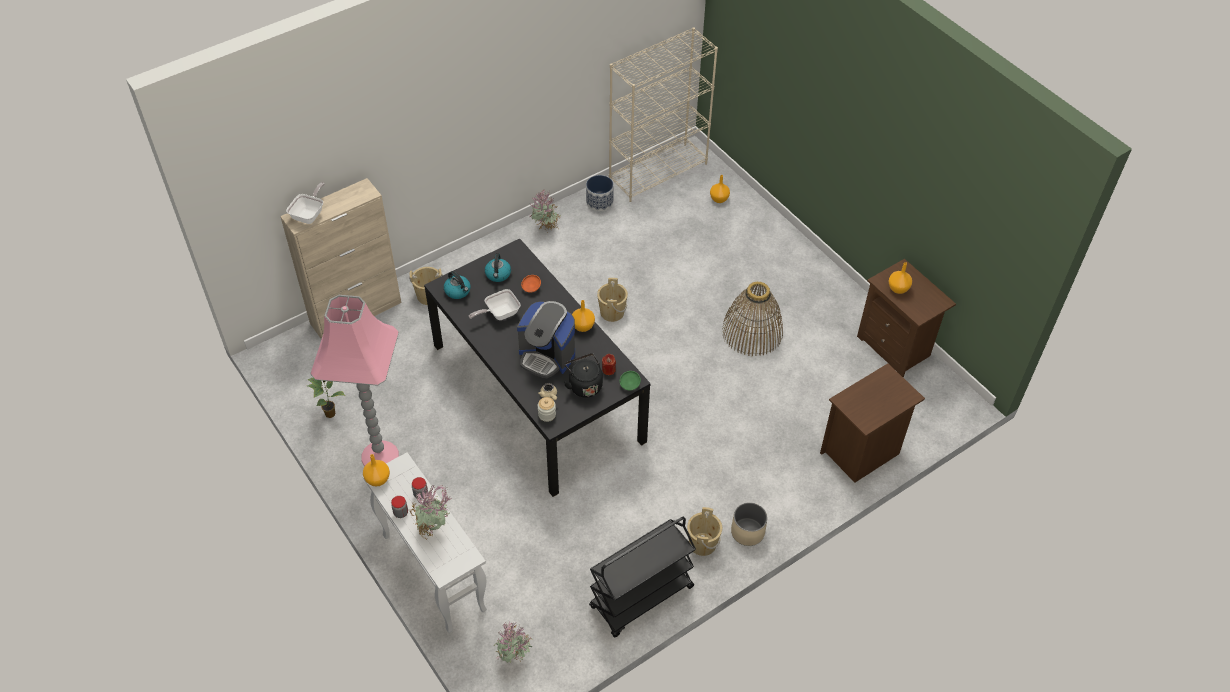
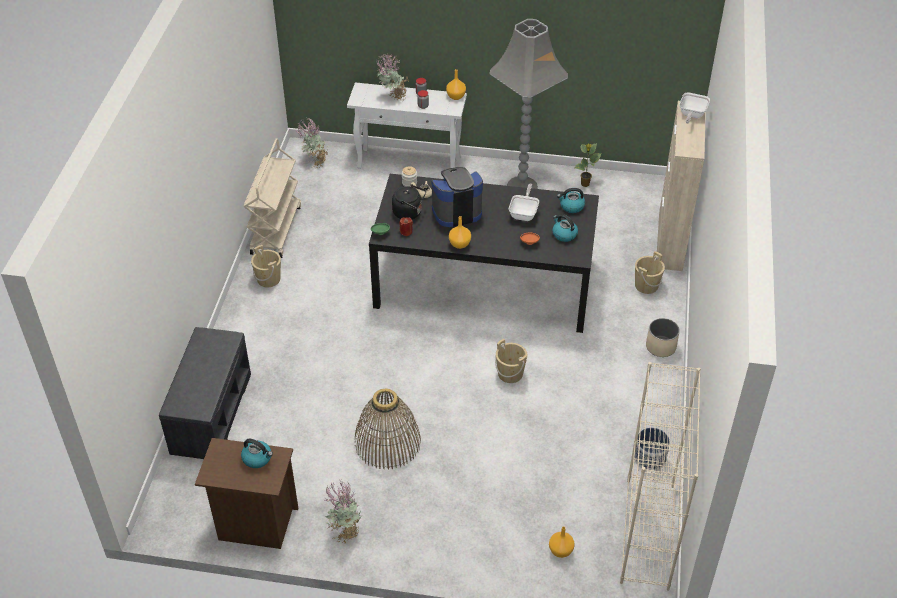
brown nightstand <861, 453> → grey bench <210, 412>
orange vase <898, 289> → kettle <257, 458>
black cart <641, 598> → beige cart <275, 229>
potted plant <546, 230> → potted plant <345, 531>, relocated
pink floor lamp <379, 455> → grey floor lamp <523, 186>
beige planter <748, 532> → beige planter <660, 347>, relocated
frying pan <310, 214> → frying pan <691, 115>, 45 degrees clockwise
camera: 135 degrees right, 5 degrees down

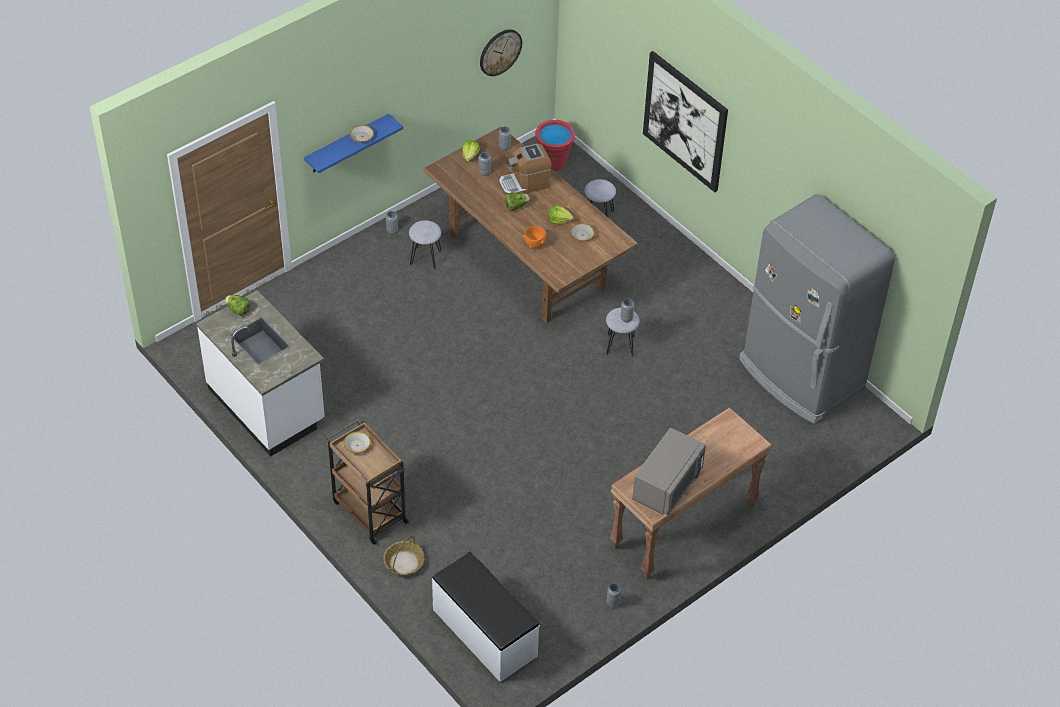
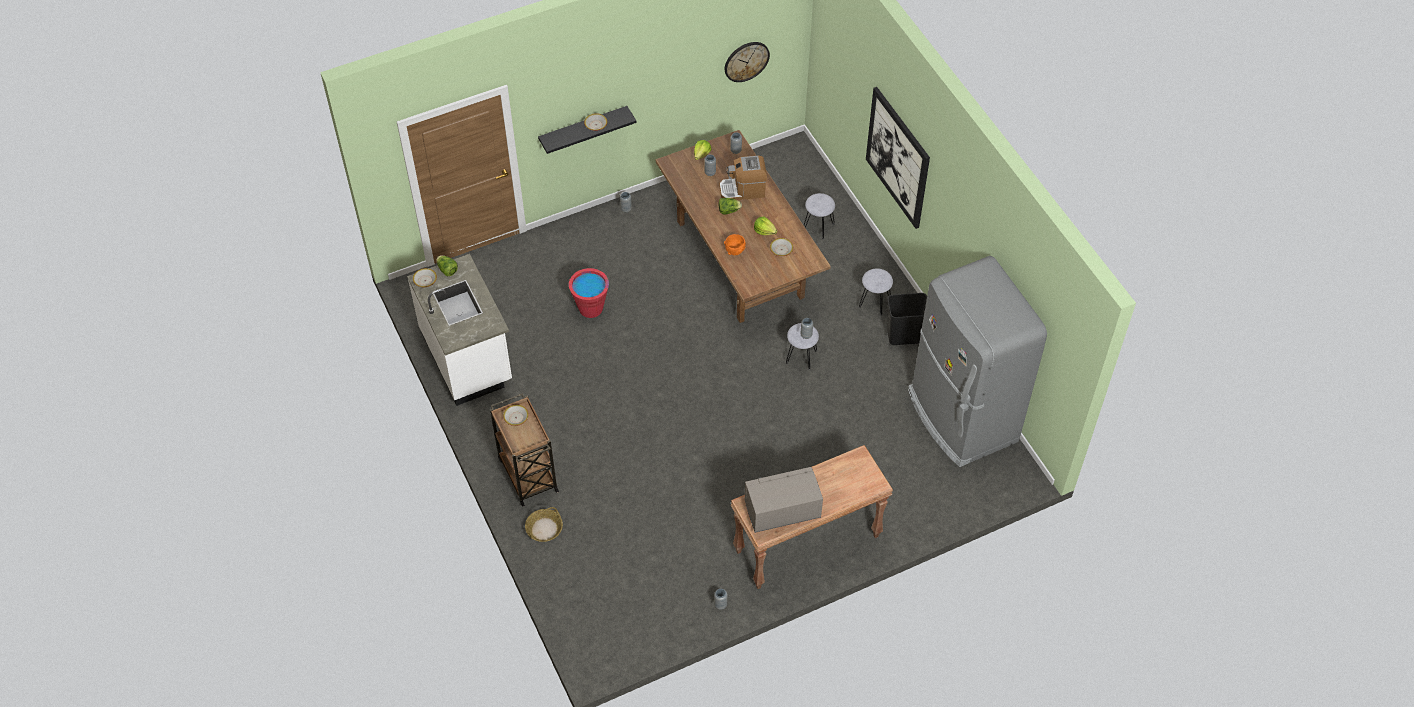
- → bowl <425, 280>
blue shelf <347, 144> → black shelf <583, 129>
red bucket <554, 162> → red bucket <591, 308>, relocated
grey microwave <667, 485> → grey microwave <782, 510>, 150 degrees counterclockwise
grey stool <425, 258> → grey stool <874, 302>, relocated
- → black trash can <903, 337>
white bench <484, 633> → -
camera: 15 degrees right, 5 degrees up

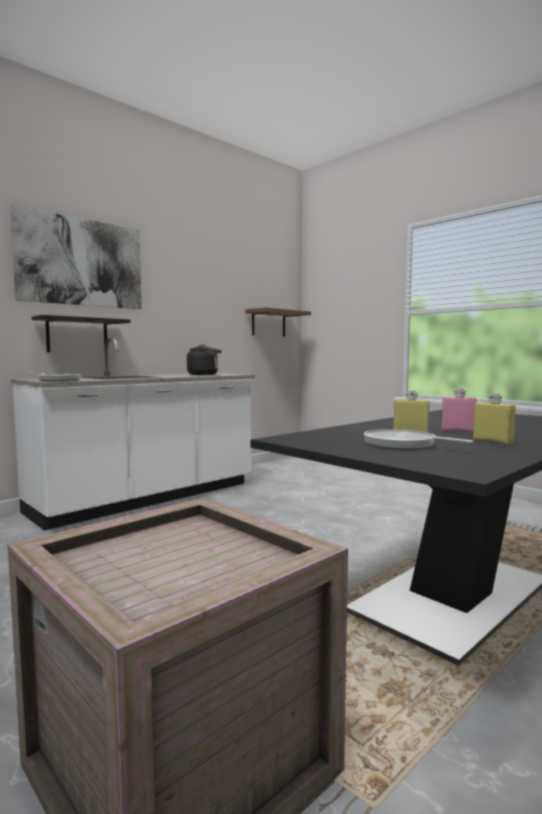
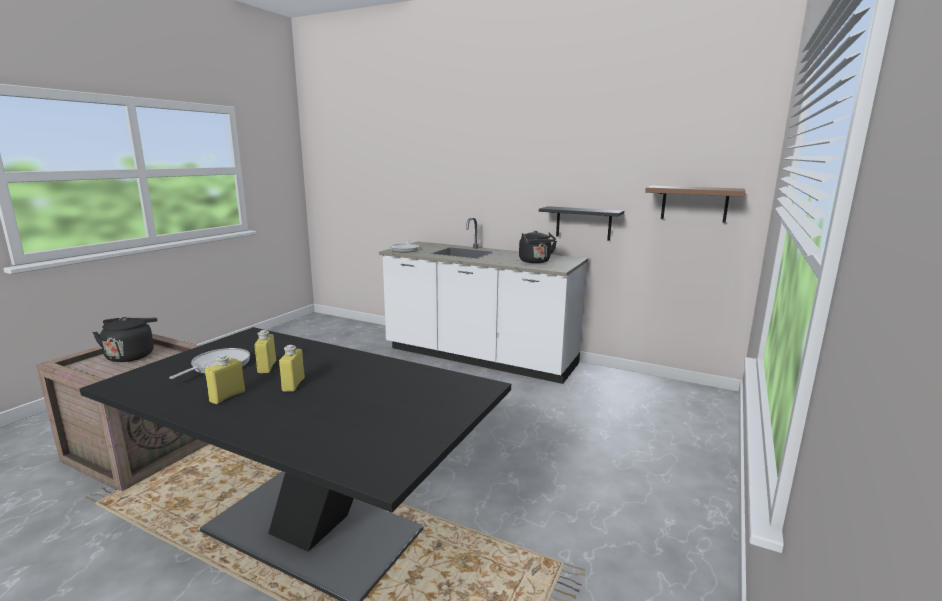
- → black kettle <131, 355>
pink bottle <458, 430> → yellow bottle <293, 384>
black shelf <77, 335> → black shelf <583, 223>, relocated
picture <81, 262> → -
camera: 70 degrees right, 10 degrees up

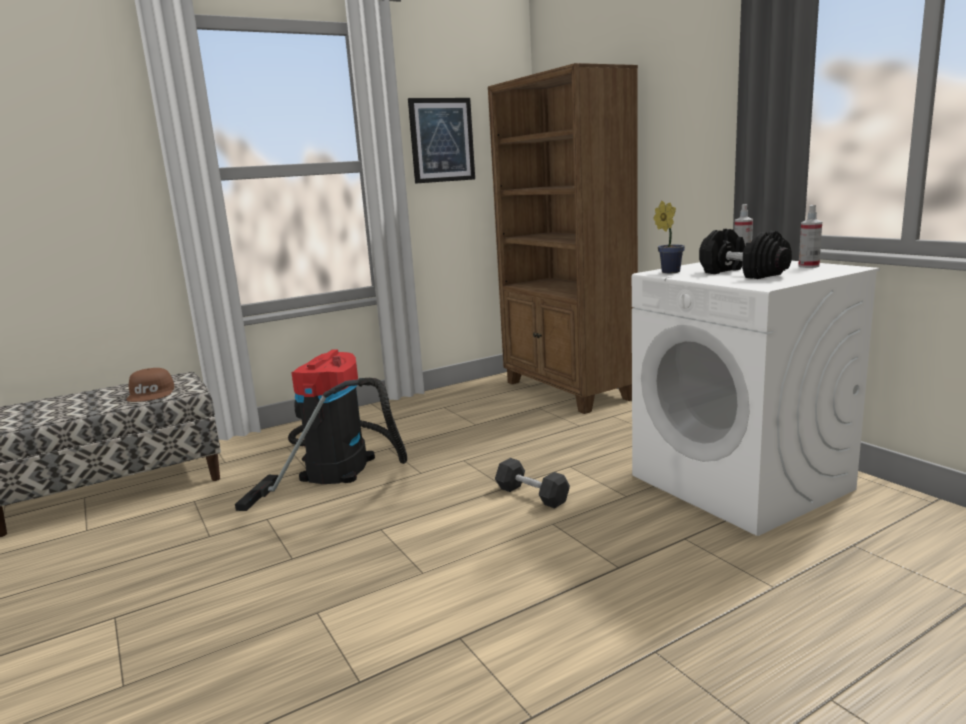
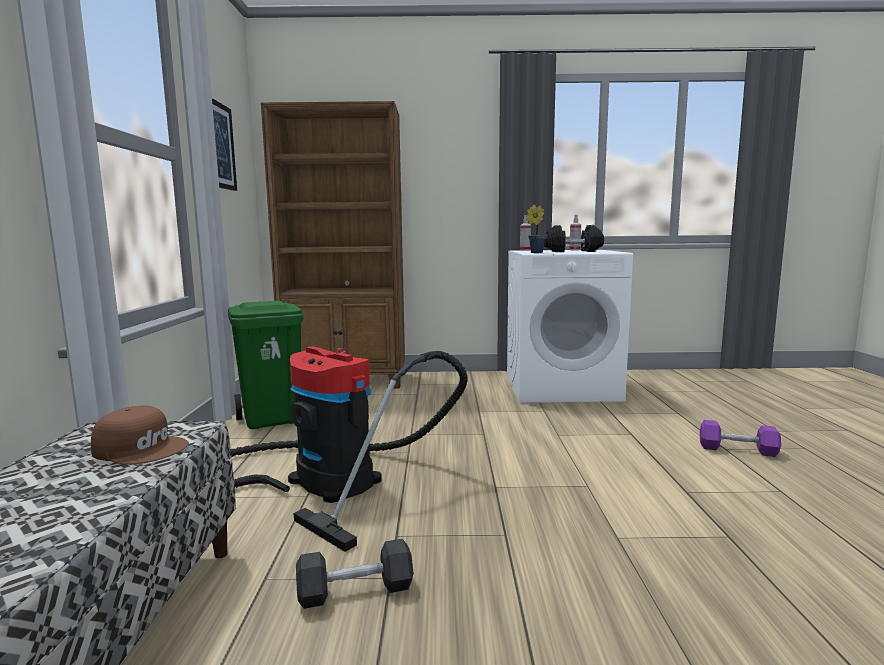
- → green trash can <273, 419>
black dumbbell <532, 495> → black dumbbell <355, 591>, relocated
- → purple dumbbell <737, 450>
camera: 60 degrees left, 5 degrees down

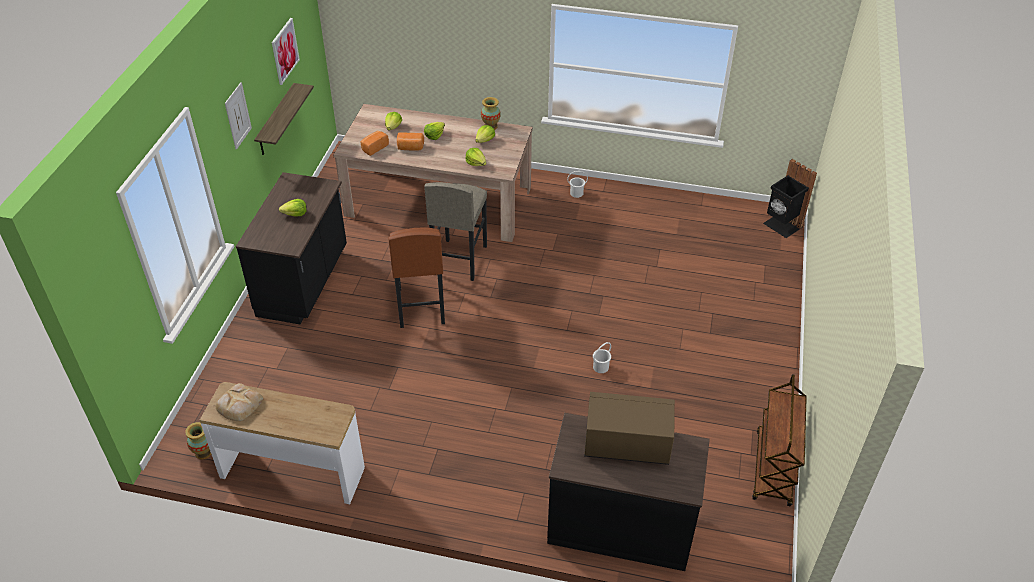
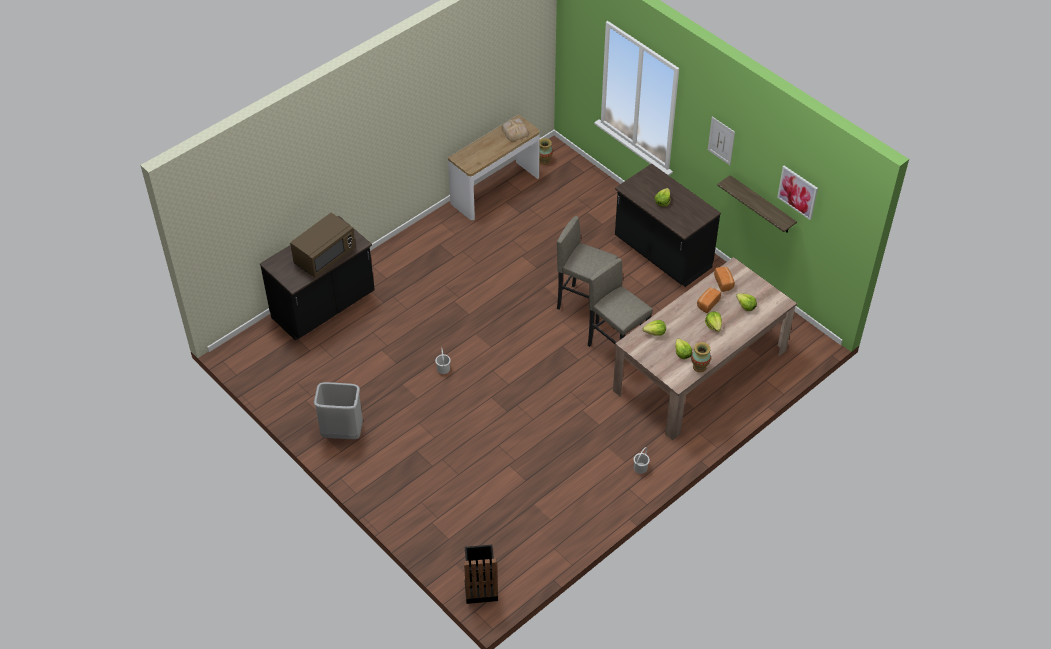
- → grey trash can <342, 432>
brown stool <420, 306> → grey stool <585, 304>
brown cart <773, 469> → -
camera: 125 degrees right, 5 degrees up

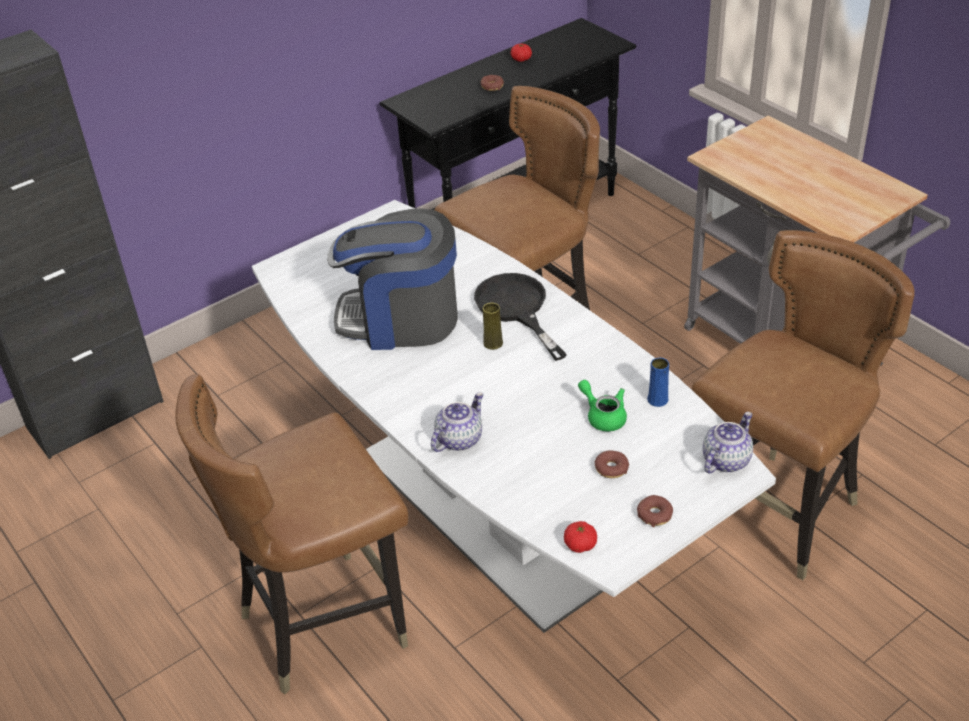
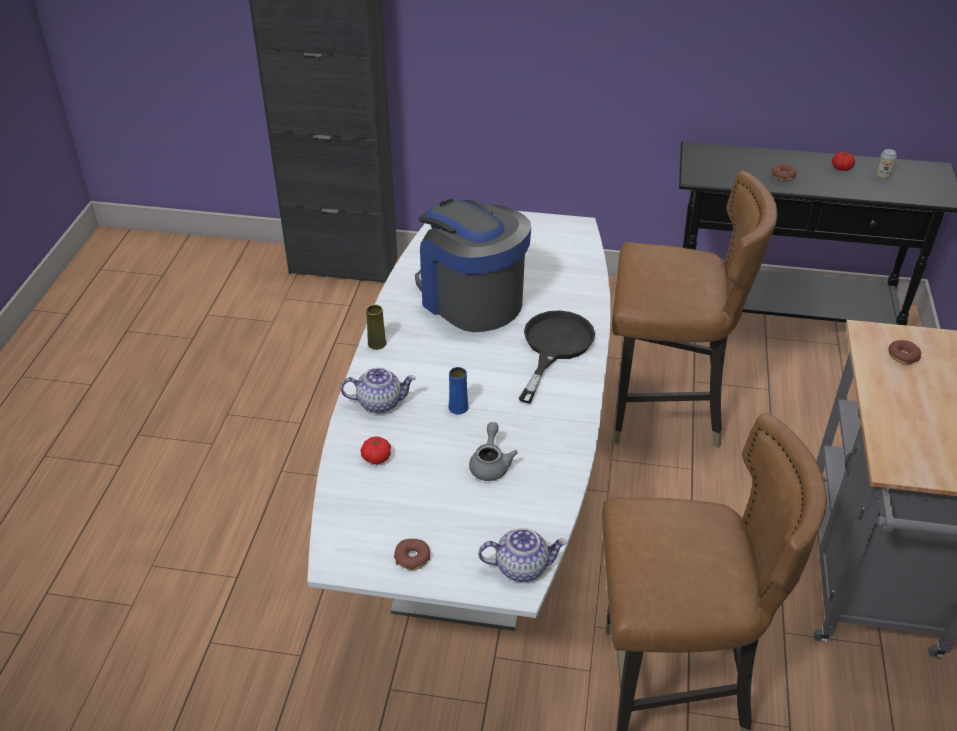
tomato <580, 545> → tomato <376, 458>, relocated
yellow vase <493, 343> → yellow vase <377, 343>, relocated
blue vase <657, 399> → blue vase <458, 407>, relocated
green teapot <603, 416> → grey teapot <490, 464>
- → can <882, 176>
donut <611, 468> → donut <902, 356>, relocated
brown chair <324, 623> → -
camera: 45 degrees right, 0 degrees up

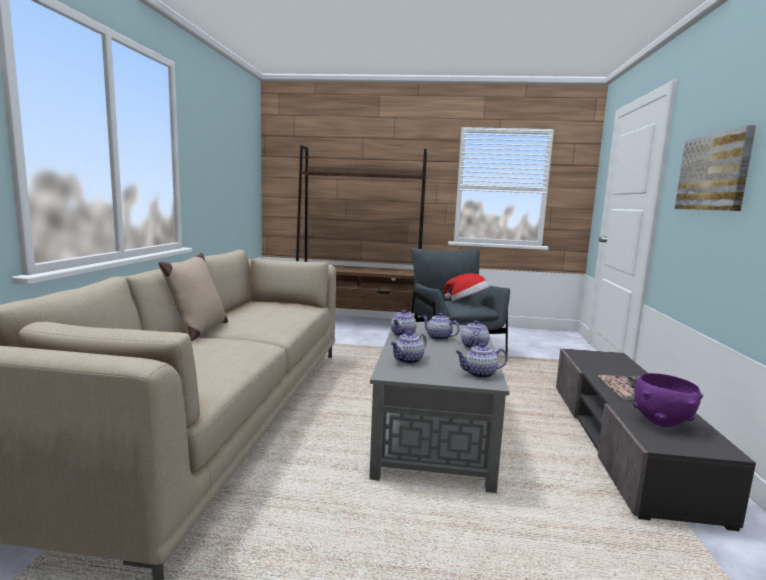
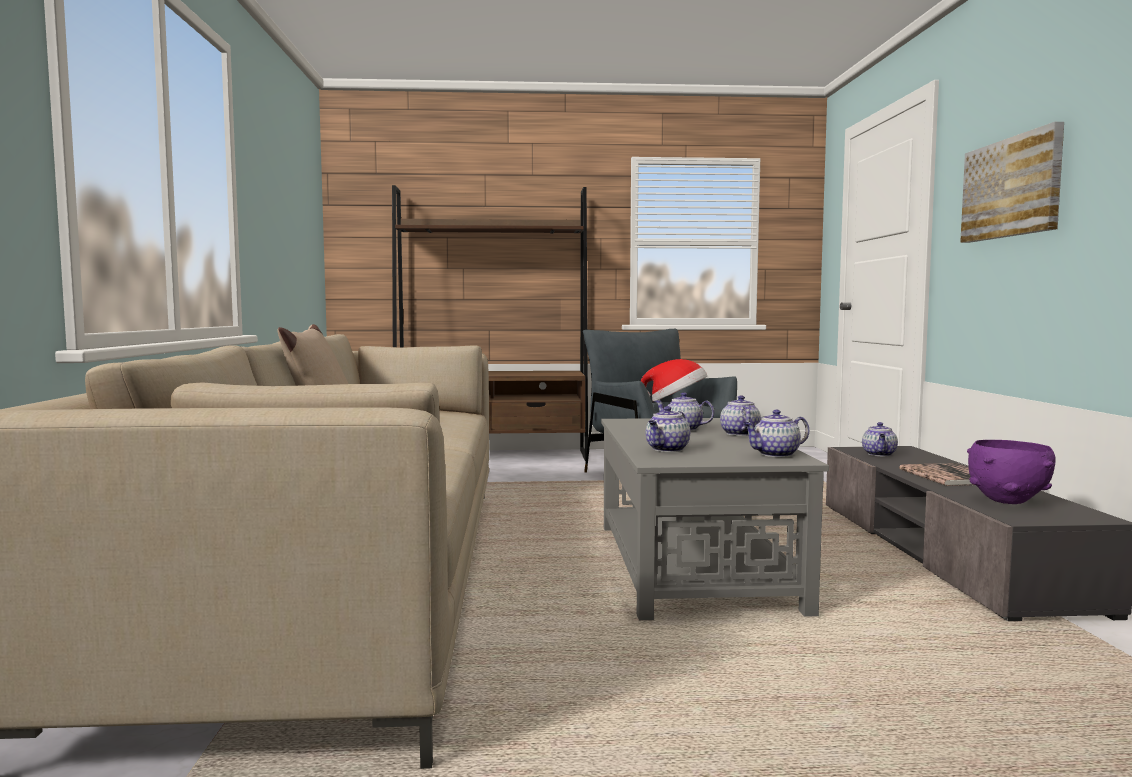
teapot <403, 334> → teapot <879, 454>, relocated
camera: 10 degrees left, 5 degrees down

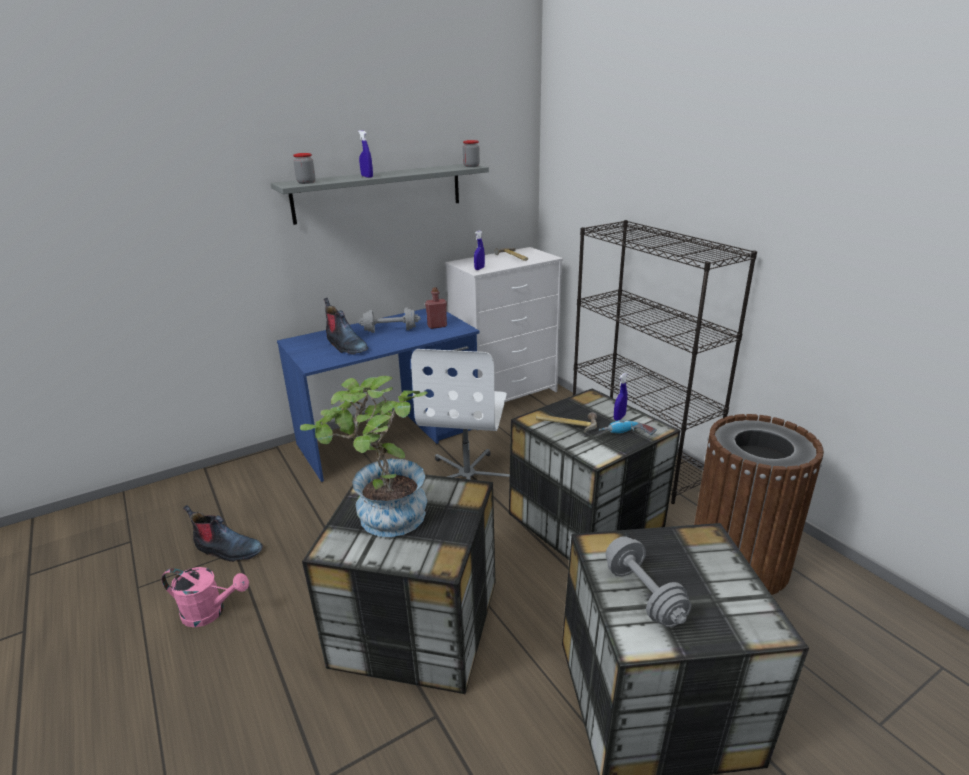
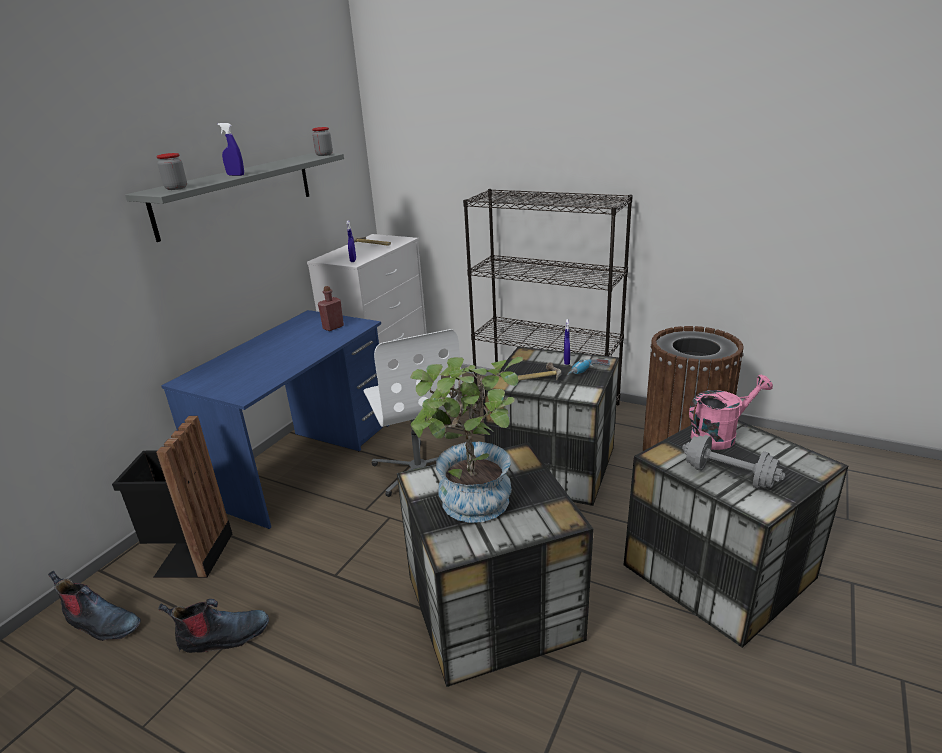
boot <345, 346> → boot <101, 624>, relocated
- → black trash can <190, 555>
pink watering can <210, 612> → pink watering can <720, 435>, relocated
grey dumbbell <390, 330> → -
camera: 30 degrees left, 0 degrees up

